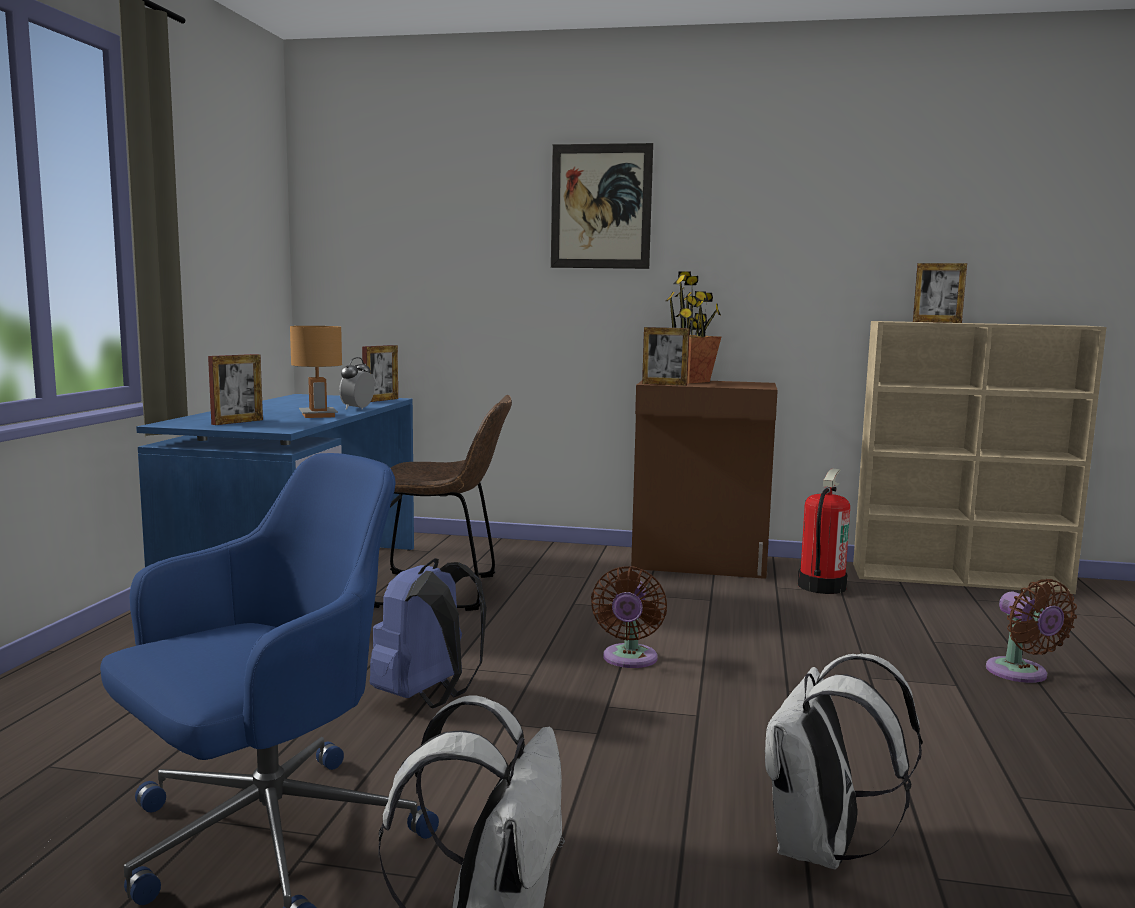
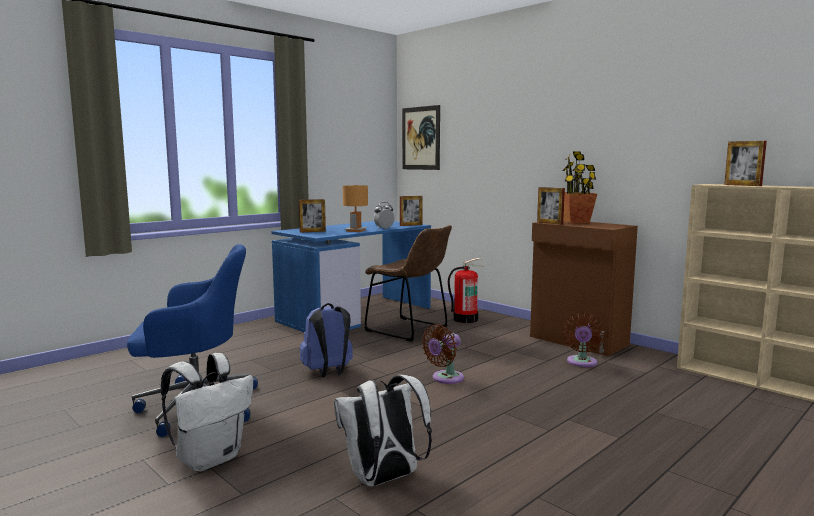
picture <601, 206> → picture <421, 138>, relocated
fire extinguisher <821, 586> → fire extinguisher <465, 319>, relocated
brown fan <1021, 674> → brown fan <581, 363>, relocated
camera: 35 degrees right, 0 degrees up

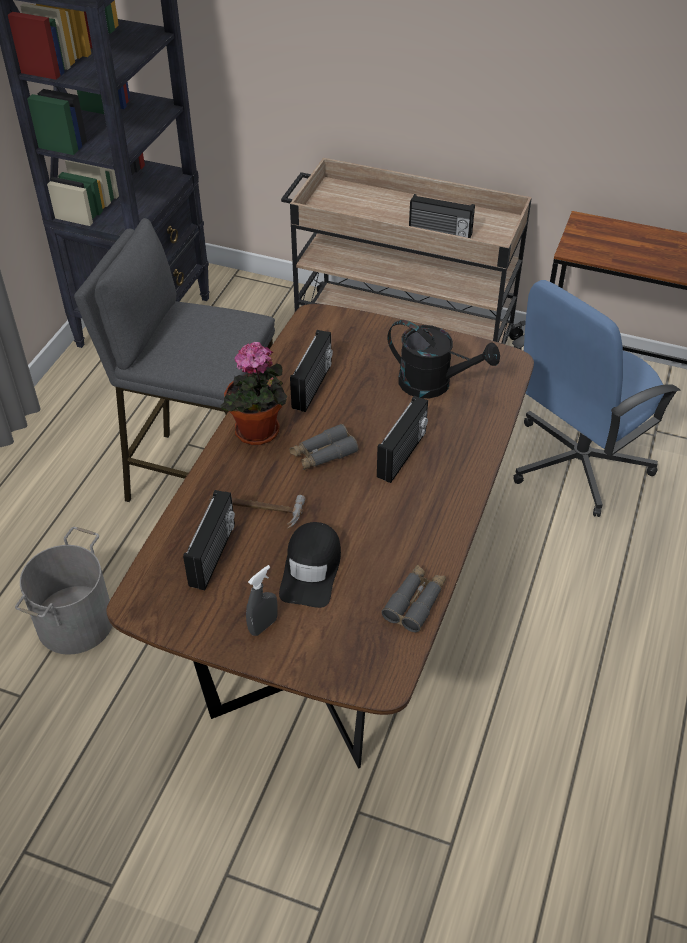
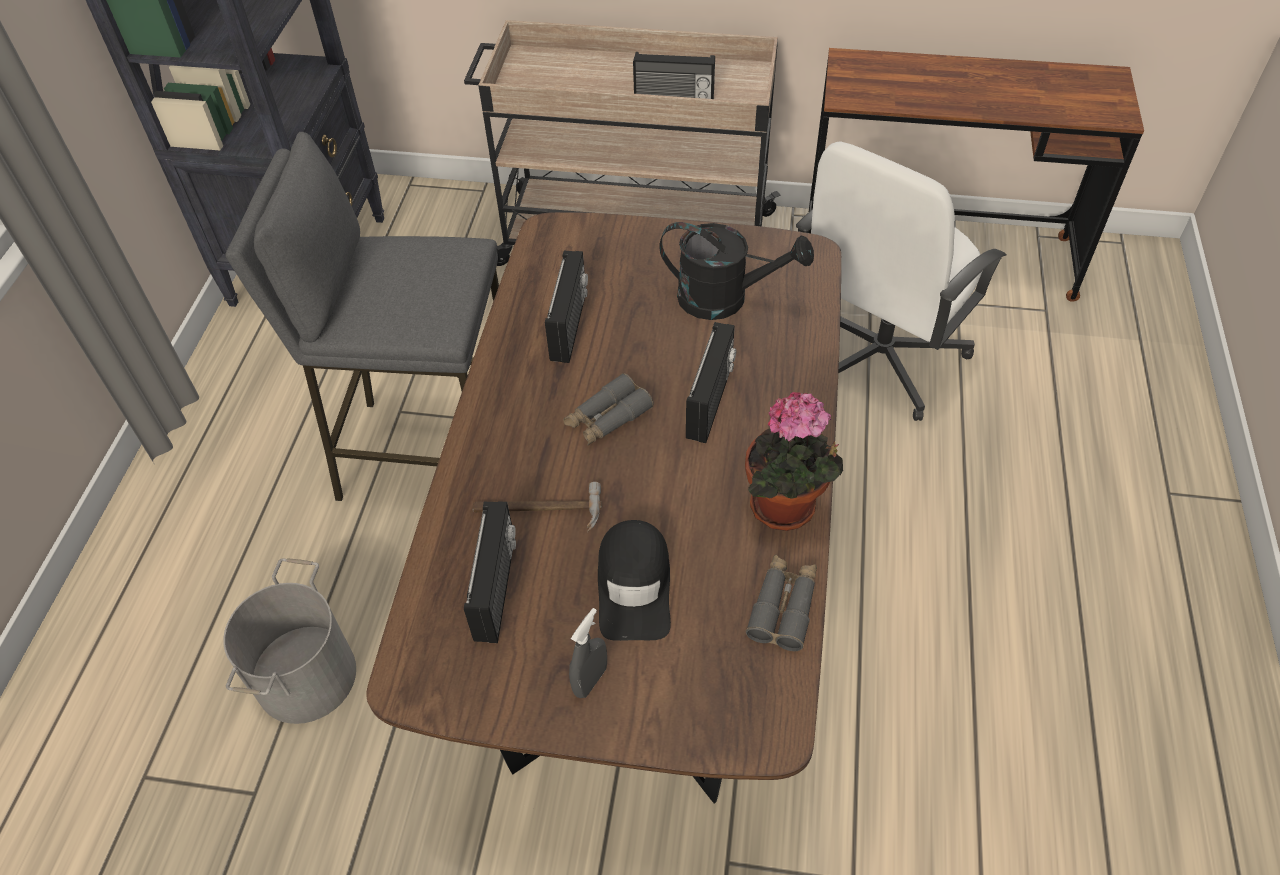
potted plant <258, 434> → potted plant <786, 510>, relocated
blue office chair <576, 463> → white office chair <877, 357>
camera: 10 degrees left, 5 degrees up

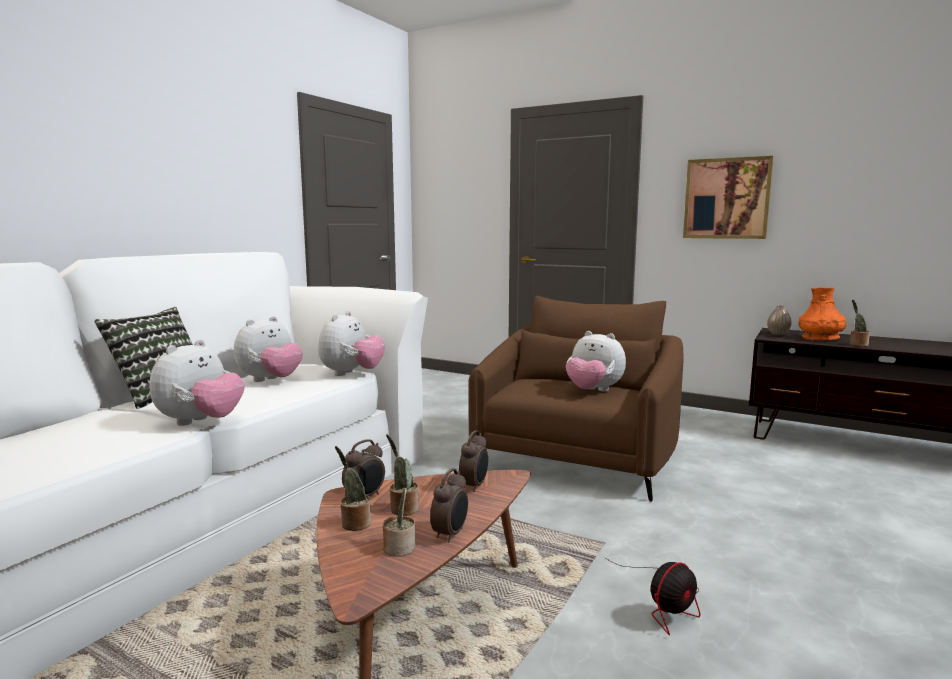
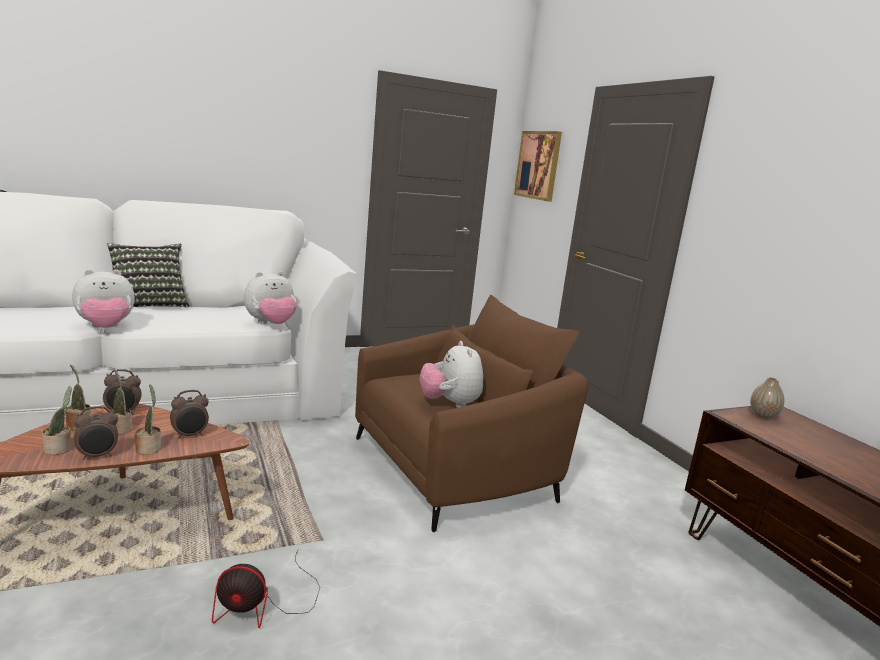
potted plant <857, 344> → potted plant <149, 448>, relocated
picture <726, 198> → picture <538, 165>, relocated
plush toy <270, 380> → -
orange vase <820, 338> → -
camera: 35 degrees right, 5 degrees up

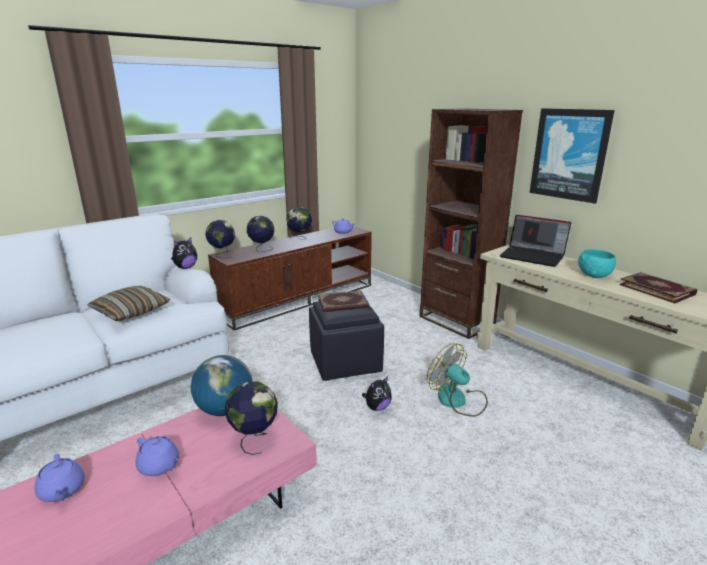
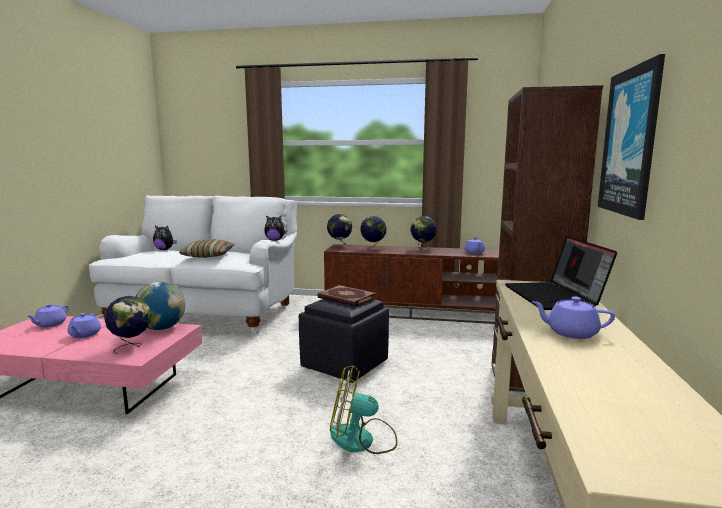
plush toy <377, 407> → plush toy <164, 249>, relocated
fan <458, 400> → fan <362, 439>, 90 degrees counterclockwise
turquoise bowl <594, 275> → purple teapot <570, 333>
book <657, 289> → -
camera: 50 degrees right, 10 degrees down

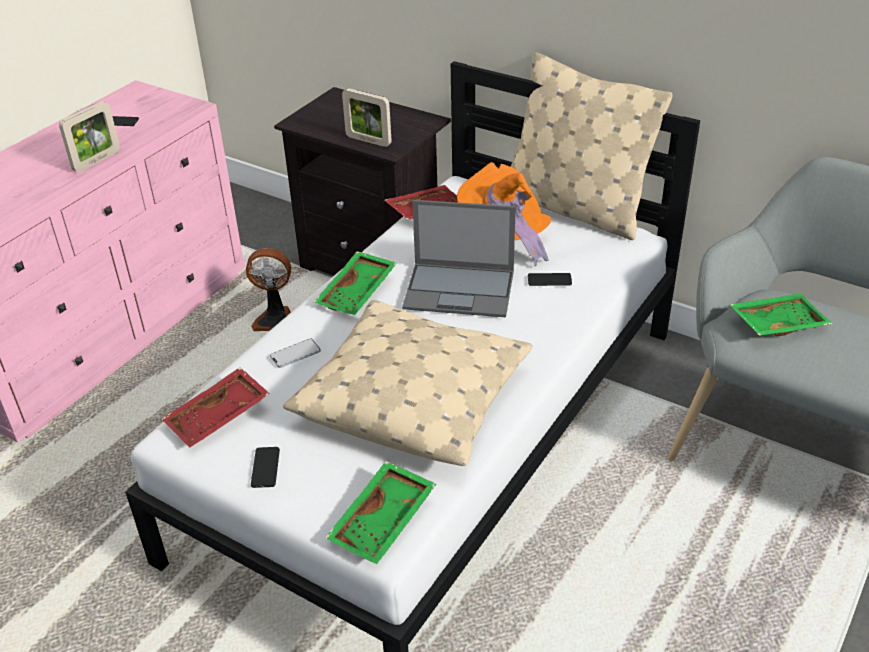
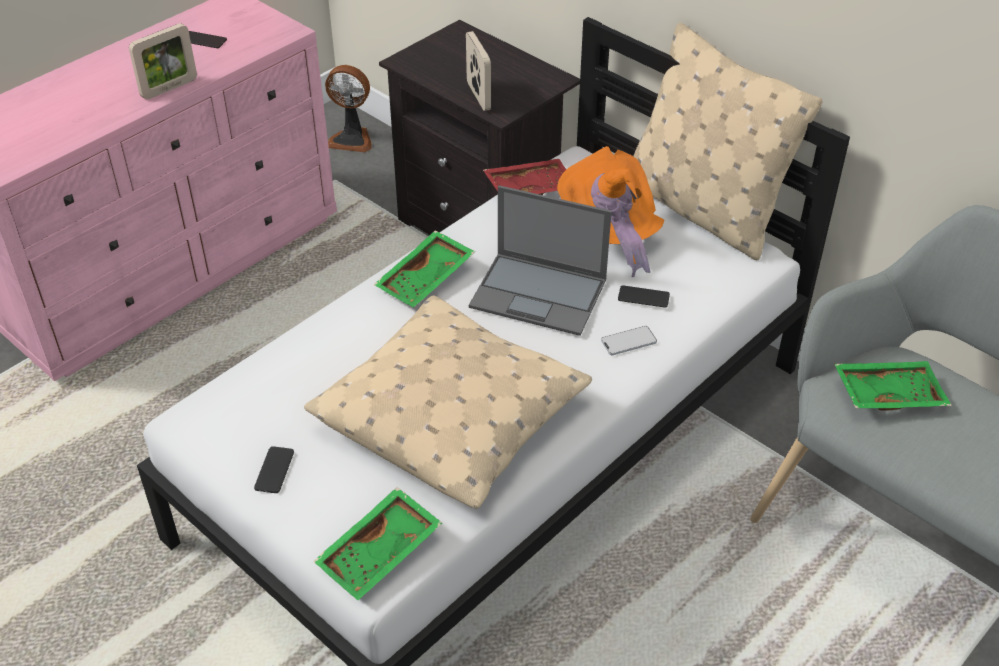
fan <276, 319> → fan <352, 139>, relocated
picture frame <368, 141> → picture frame <478, 96>, 150 degrees counterclockwise
phone <295, 354> → phone <628, 341>, relocated
red tray <219, 417> → -
camera: 10 degrees right, 5 degrees up

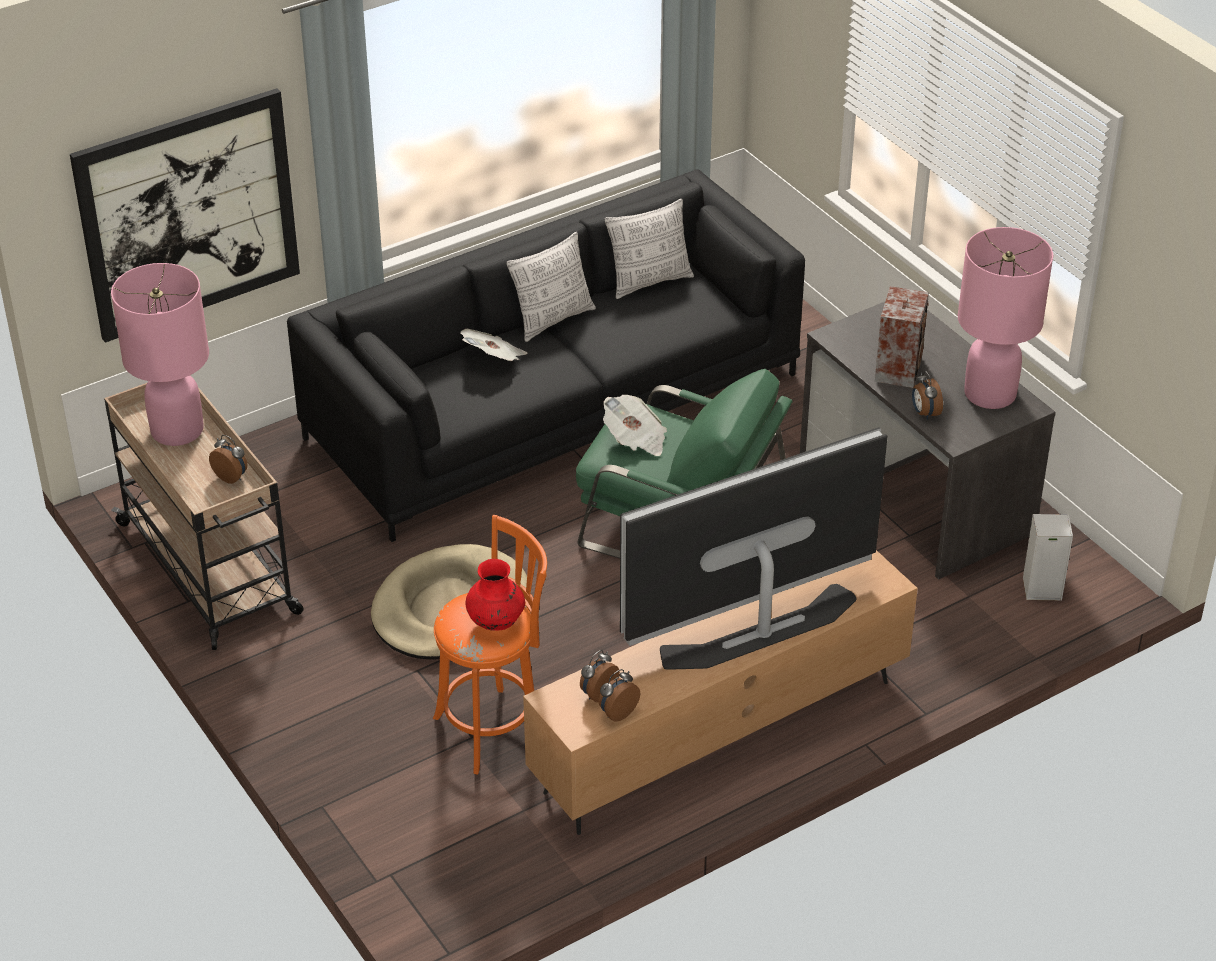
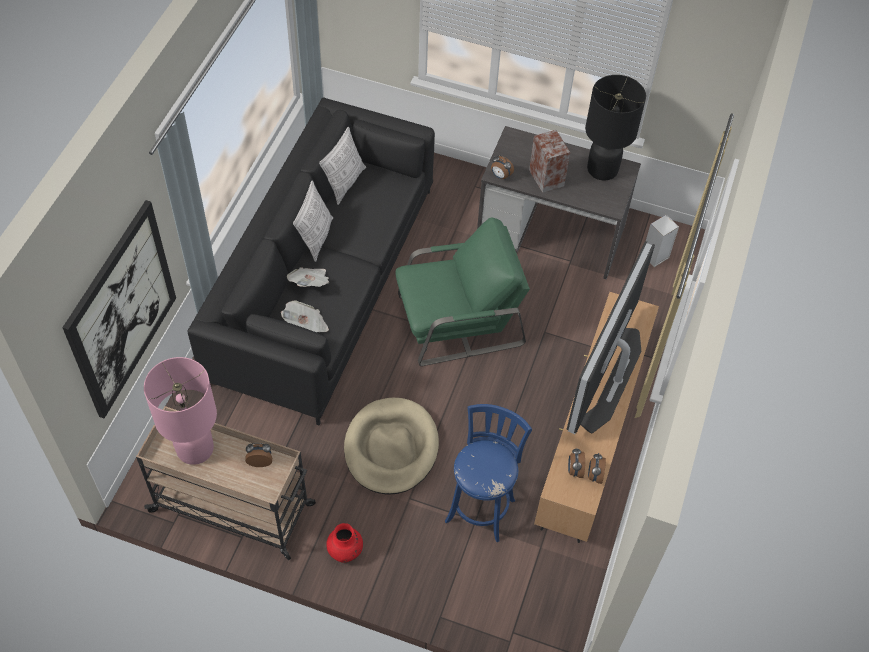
newspaper <635, 439> → newspaper <306, 326>, relocated
red vase <496, 622> → red vase <345, 551>, relocated
orange stool <494, 728> → blue stool <481, 507>
alarm clock <924, 413> → alarm clock <500, 176>, relocated
pink table lamp <989, 394> → black table lamp <602, 169>
camera: 40 degrees left, 15 degrees up

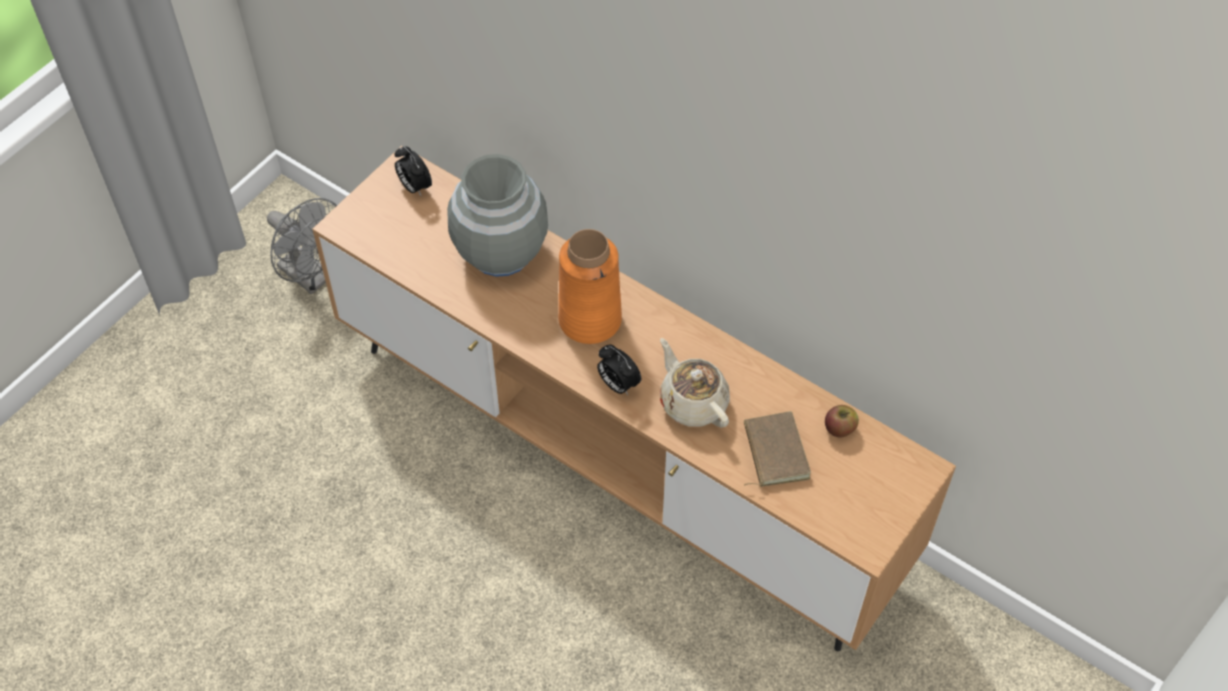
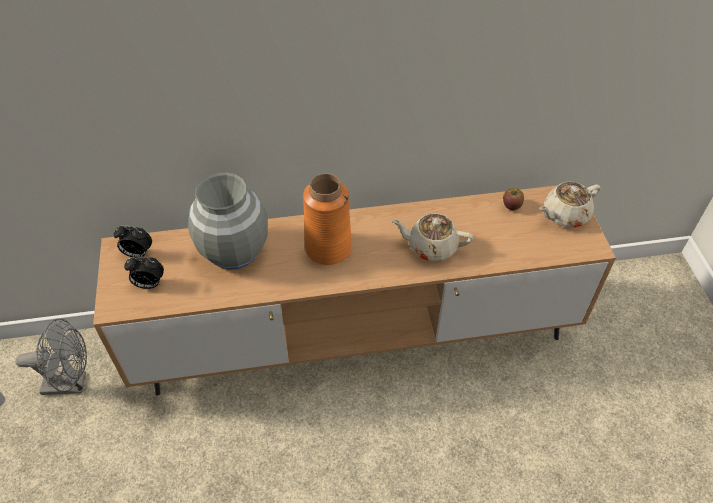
alarm clock <617, 384> → alarm clock <149, 284>, relocated
- → beige teapot <564, 215>
brown book <773, 452> → -
camera: 45 degrees left, 5 degrees down

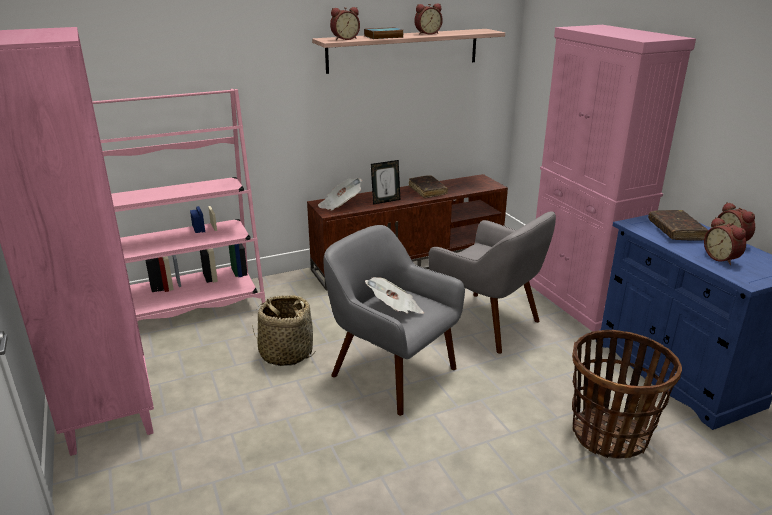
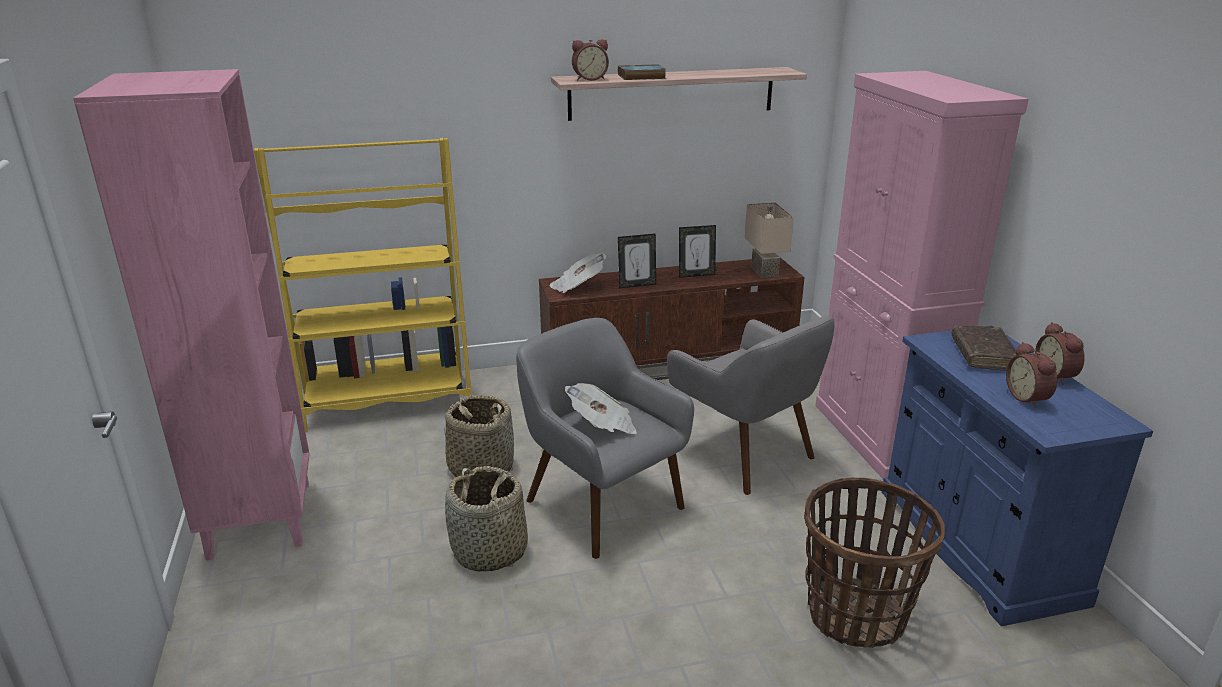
pink bookcase <193, 309> → yellow bookcase <387, 402>
- → basket <490, 552>
brown book <427, 191> → picture frame <696, 275>
- → beige table lamp <766, 271>
alarm clock <427, 33> → -
camera: 10 degrees right, 0 degrees up

